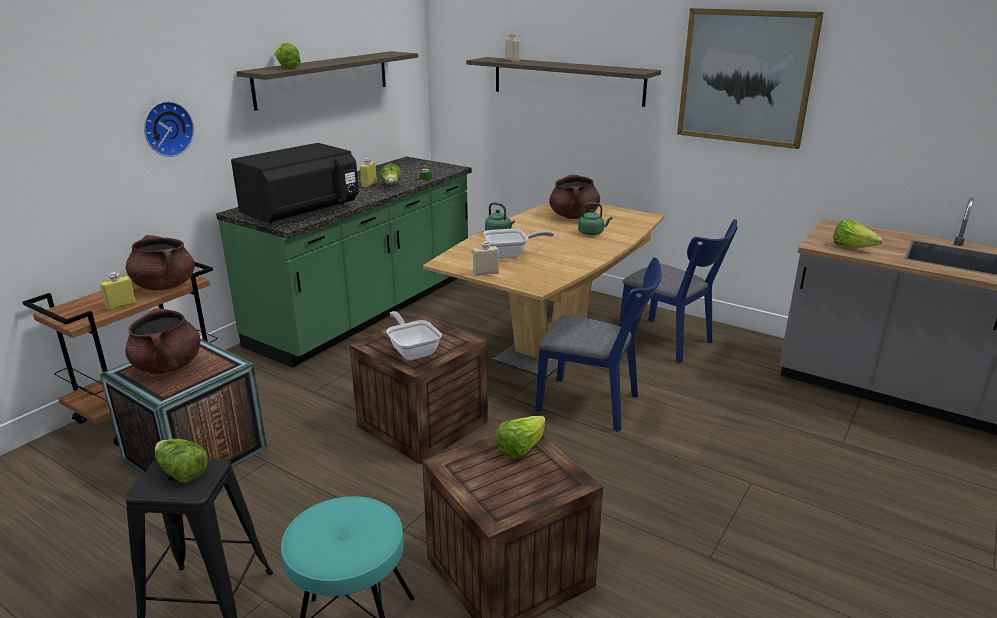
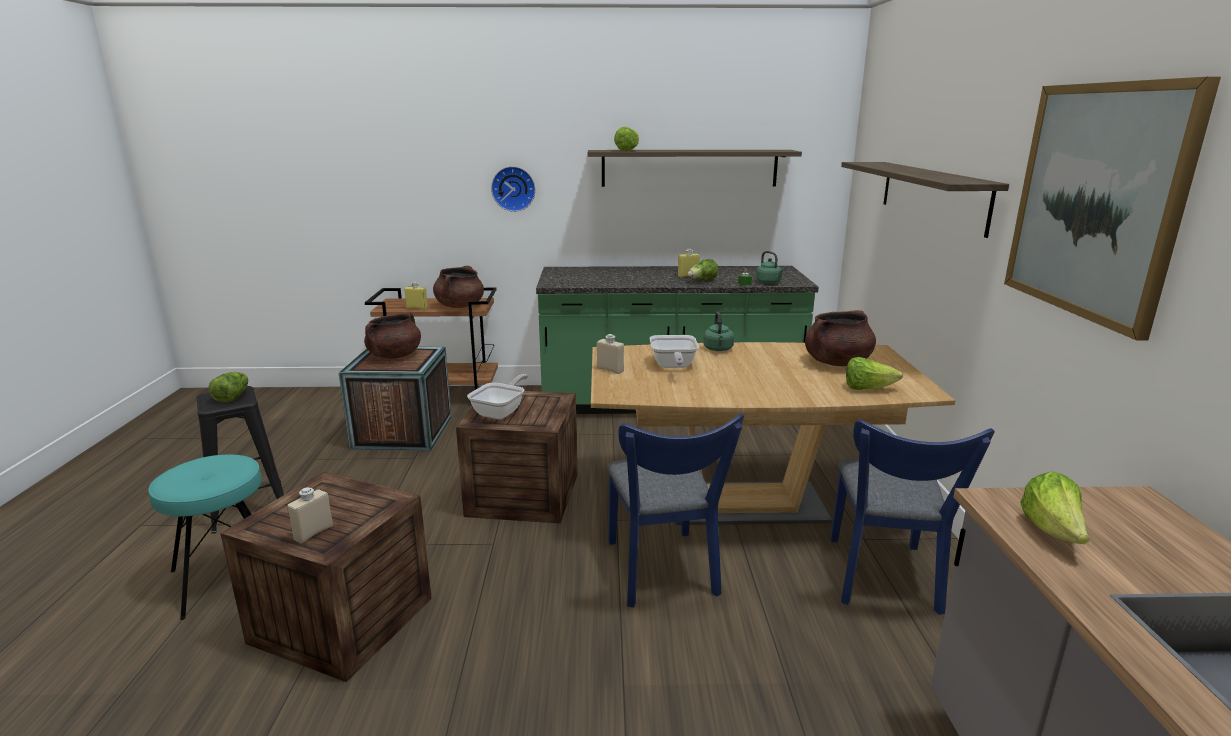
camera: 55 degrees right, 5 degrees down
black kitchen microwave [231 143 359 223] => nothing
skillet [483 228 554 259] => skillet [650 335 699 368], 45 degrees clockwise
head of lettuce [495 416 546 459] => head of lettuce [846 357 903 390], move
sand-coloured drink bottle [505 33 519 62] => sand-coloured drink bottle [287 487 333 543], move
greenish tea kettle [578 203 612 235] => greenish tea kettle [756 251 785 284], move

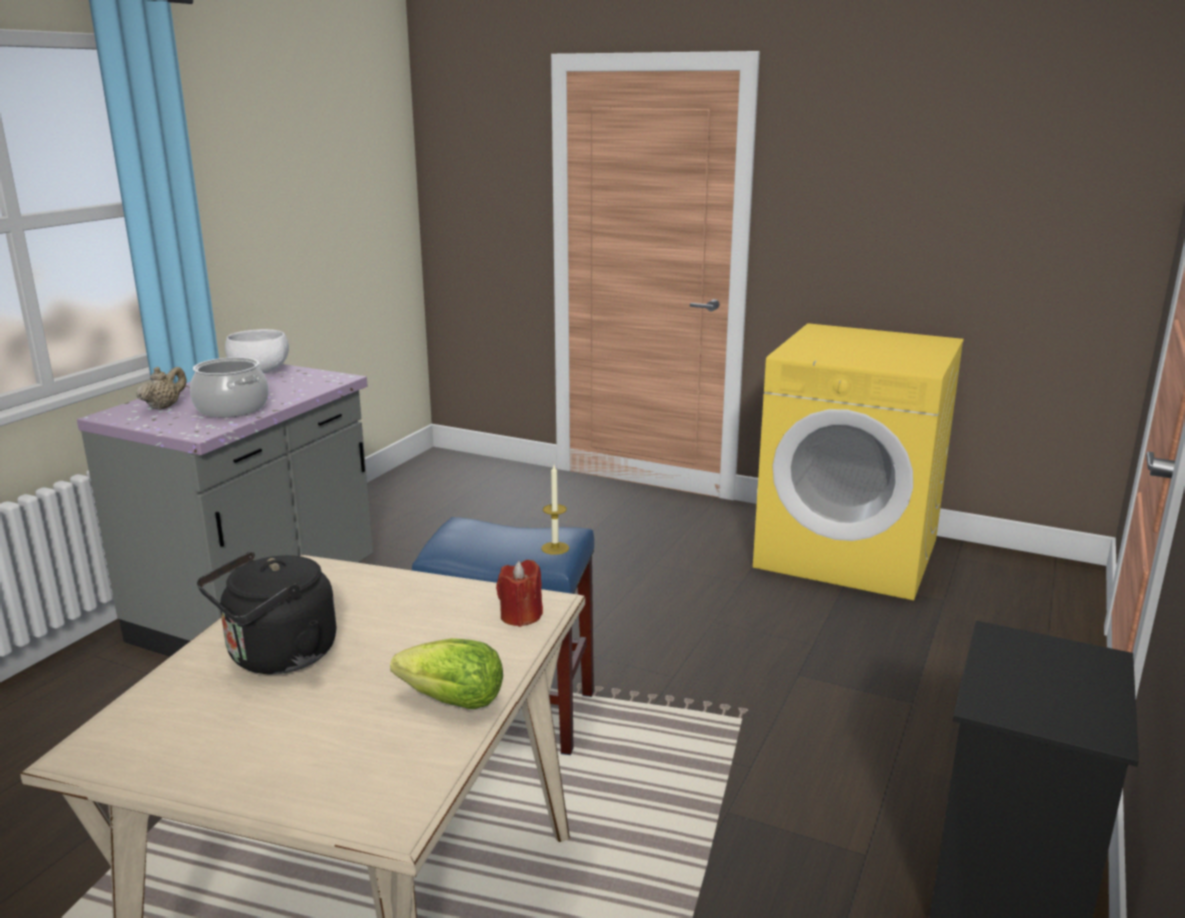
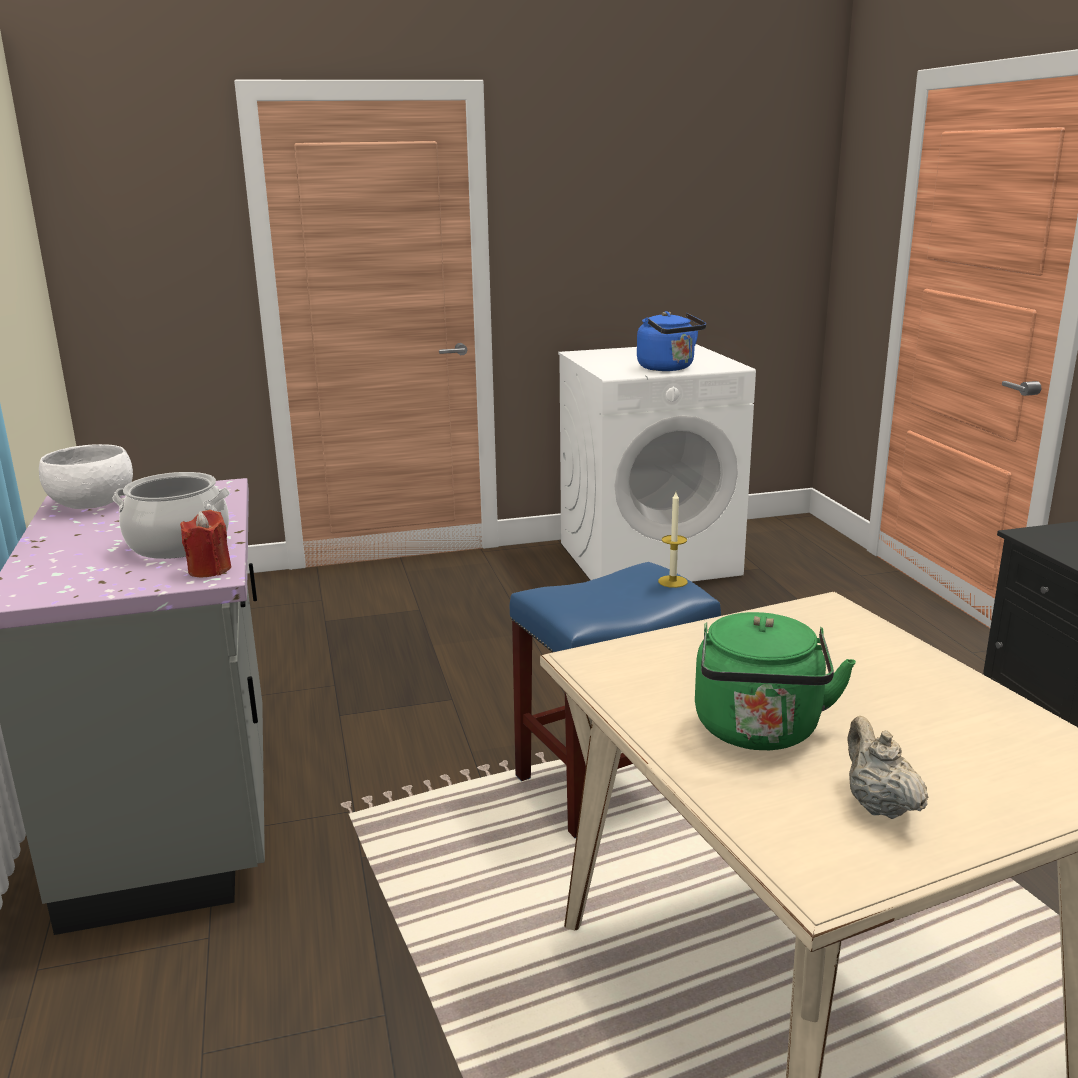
camera: 40 degrees left, 0 degrees up
sand-coloured pot for tea [137 367 187 410] => sand-coloured pot for tea [847 716 928 819], move
black tea kettle [197 551 336 674] => greenish tea kettle [695 612 856 750]
head of lettuce [390 638 503 709] => nothing
red wax light [496 560 543 627] => red wax light [180 510 231 577], move
yellowish laundry machine [753 323 964 600] => white-coloured laundry machine [558 344 756 582]
nothing => blue-coloured tea kettle [637 311 706 371]

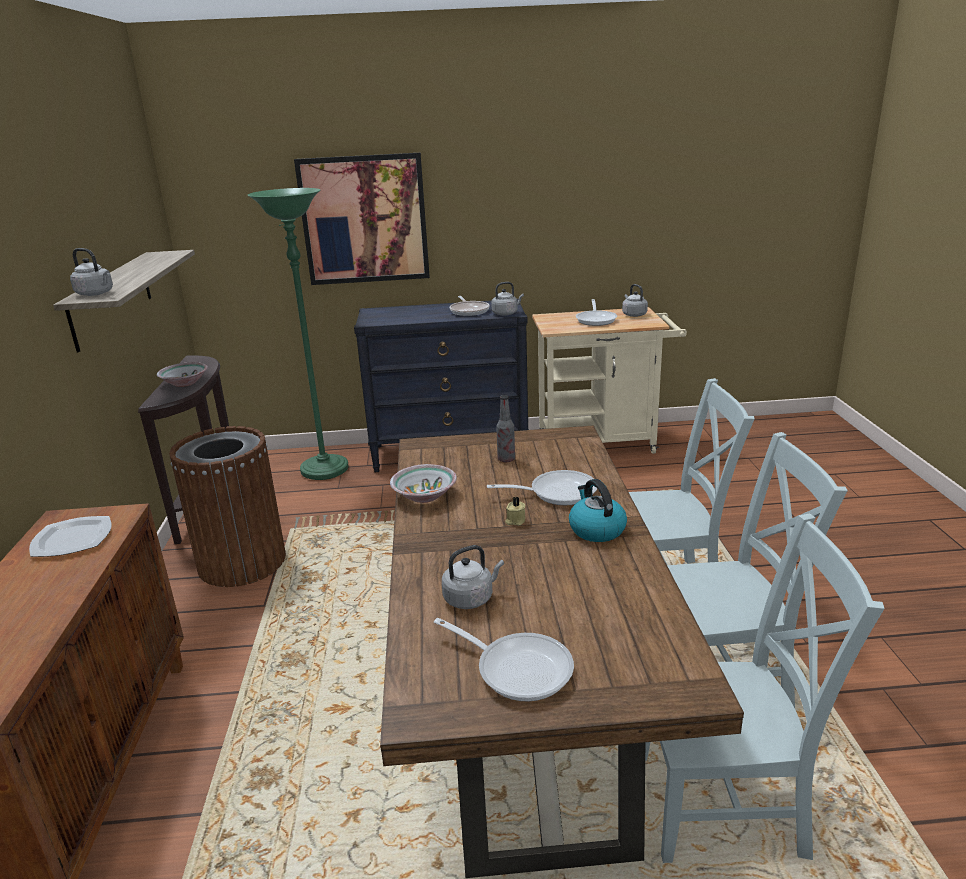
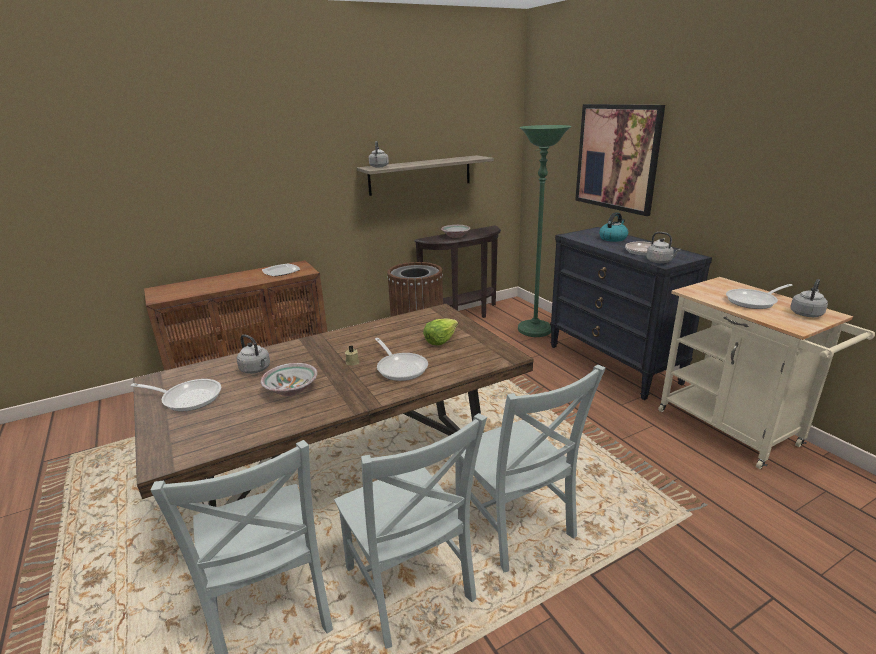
camera: 65 degrees right, 0 degrees up
serving bowl [390 464 457 503] => serving bowl [261 363 318 396], move
skillet [434 618 574 702] => skillet [131 379 221 411], 90 degrees counterclockwise
drink bottle [497 395 515 462] => head of lettuce [423 318 458 345]
tea kettle [569 479 627 542] => tea kettle [599 212 628 242], move

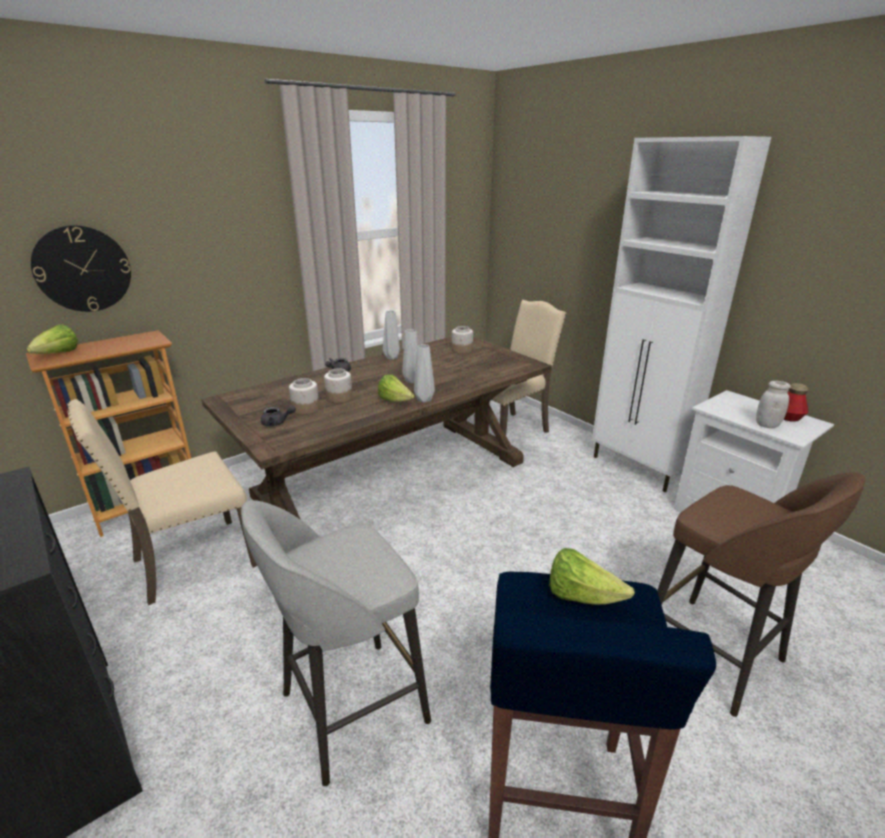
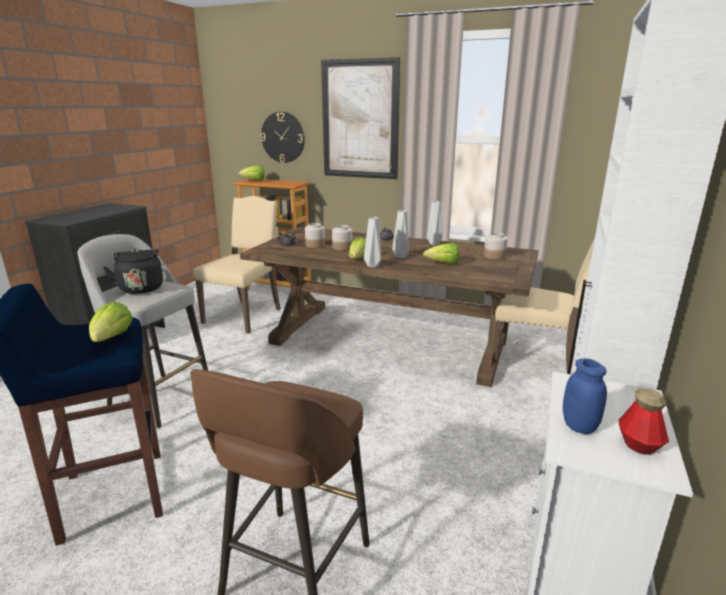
camera: 60 degrees right, 5 degrees down
sand-coloured upright chair [67 399 257 605] => sand-coloured upright chair [194 196 281 334], 90 degrees clockwise
white-coloured storage jar [756 381 791 428] => blue-coloured storage jar [563 358 607 434]
nothing => black tea kettle [103 249 163 294]
nothing => picture [321 57 401 179]
nothing => head of lettuce [423 243 460 264]

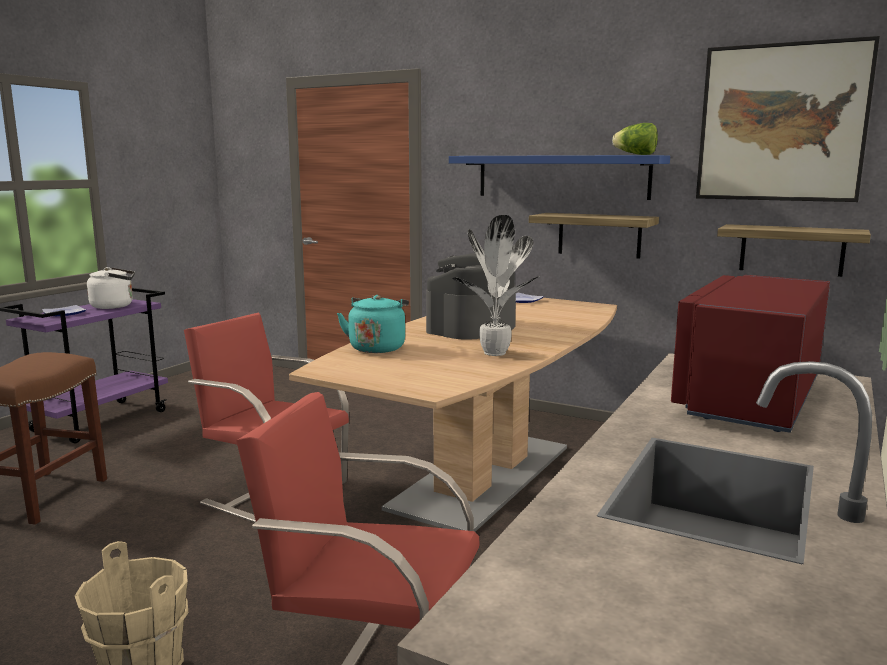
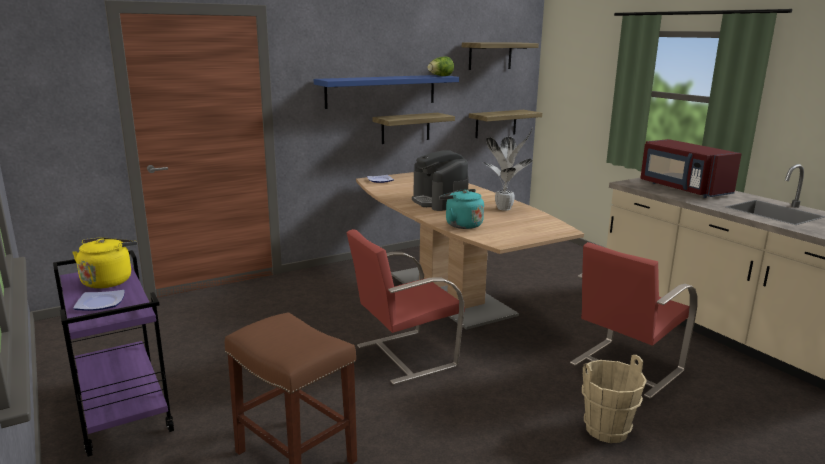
camera: 60 degrees left, 5 degrees up
white-coloured tea kettle [87 267 135 309] => yellowish tea kettle [72 237 137 289]
picture [696 36 880 202] => bracket shelf [462 43 539 70]

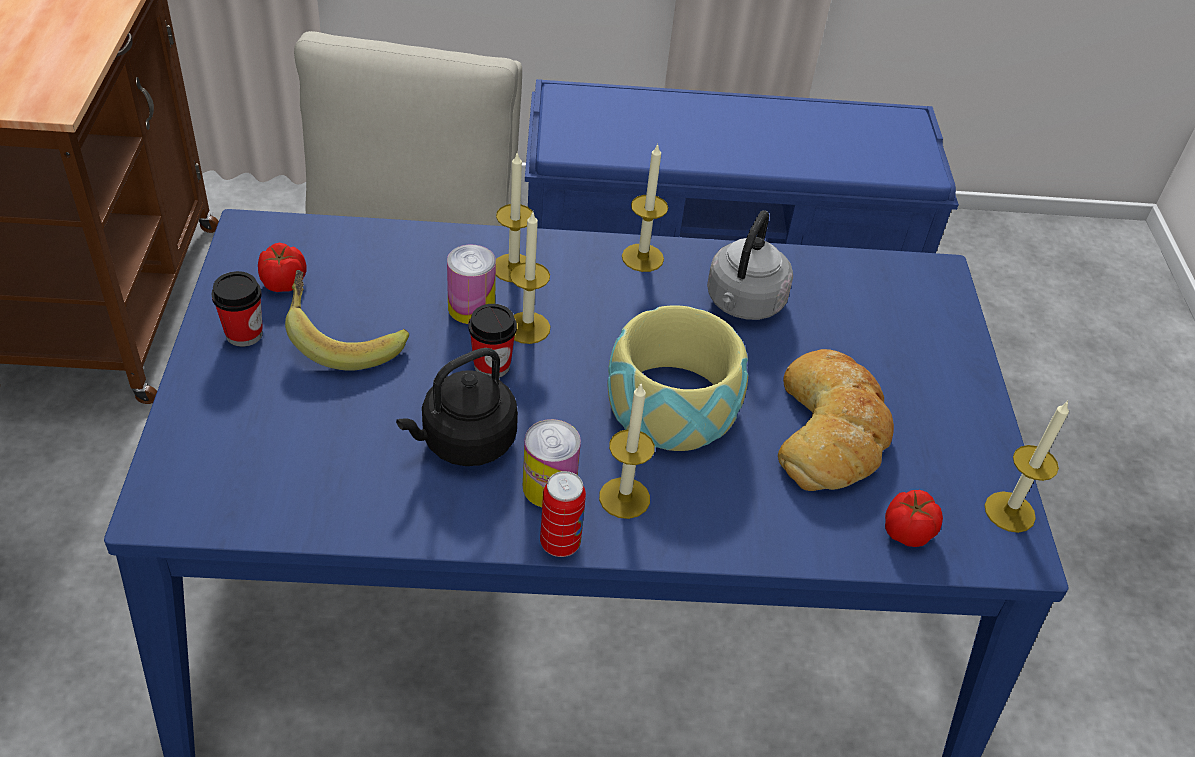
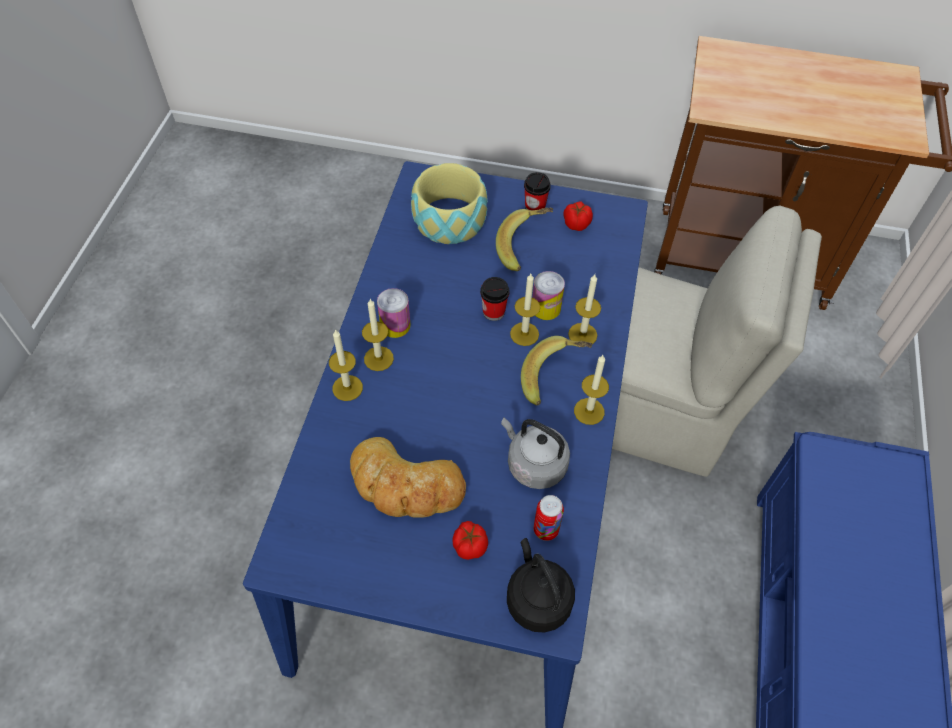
camera: 105 degrees right, 10 degrees up
black tea kettle [396 348 518 466] => black tea kettle [507 538 575 633], move
sealed can [540 471 586 557] => sealed can [533 495 564 541], move
serving bowl [608 305 748 451] => serving bowl [411 163 488 244], move
fresh tomato [885 490 943 547] => fresh tomato [453 521 488 560], move
wax light [985 400 1069 533] => wax light [329 329 363 401], move
nothing => whole banana [521 336 592 405]

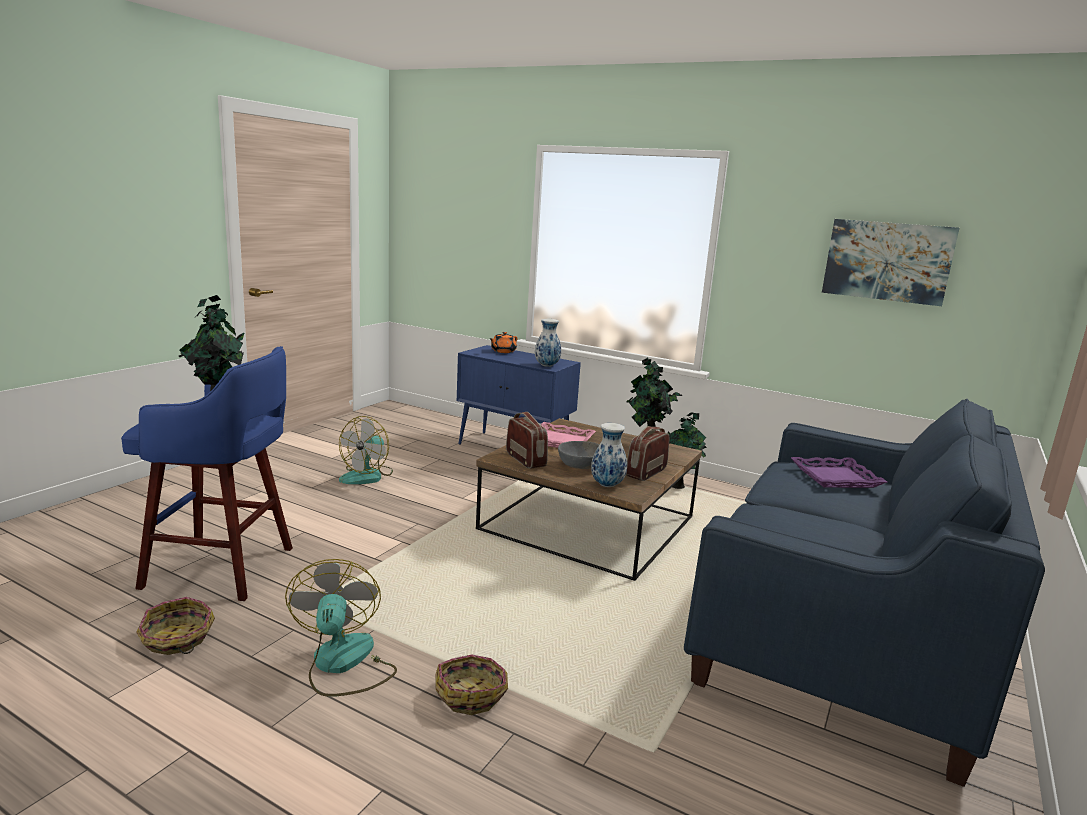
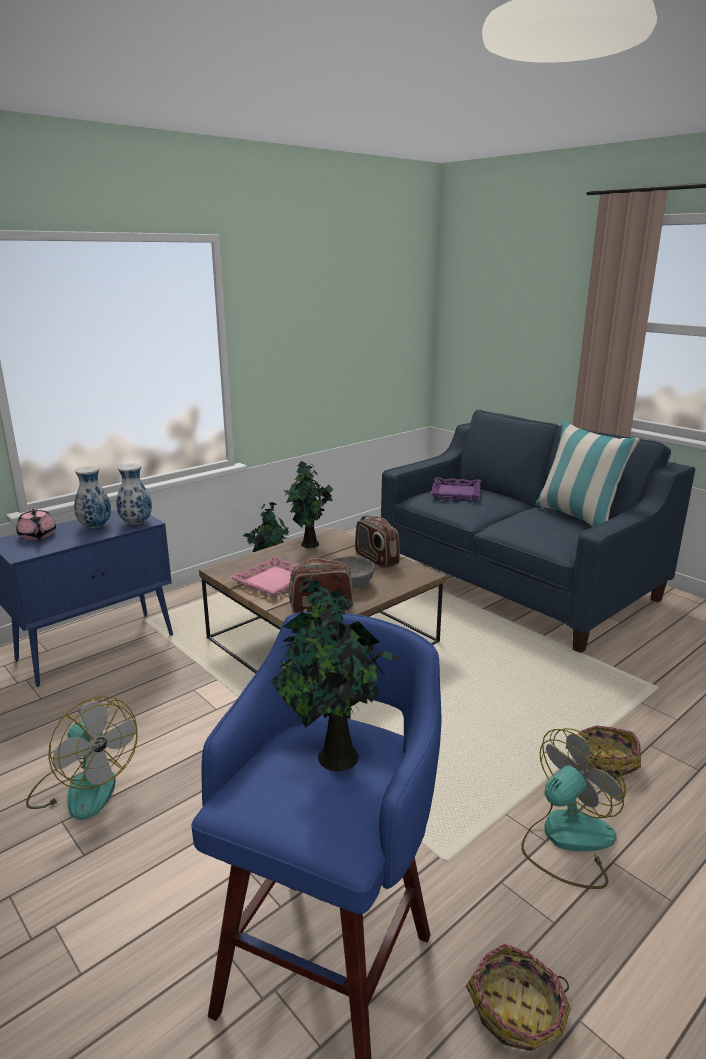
camera: 70 degrees left, 5 degrees up
electric fan [285 559 397 697] => electric fan [521 728 626 889], 135 degrees clockwise
orangey pot for tea [489 332 517 353] => pink pot for tea [16 508 56 540]
flower vase [591 423 627 487] => flower vase [74 466 111 528], move
picture [822 219 959 306] => nothing
nothing => pillow [535 421 640 527]

